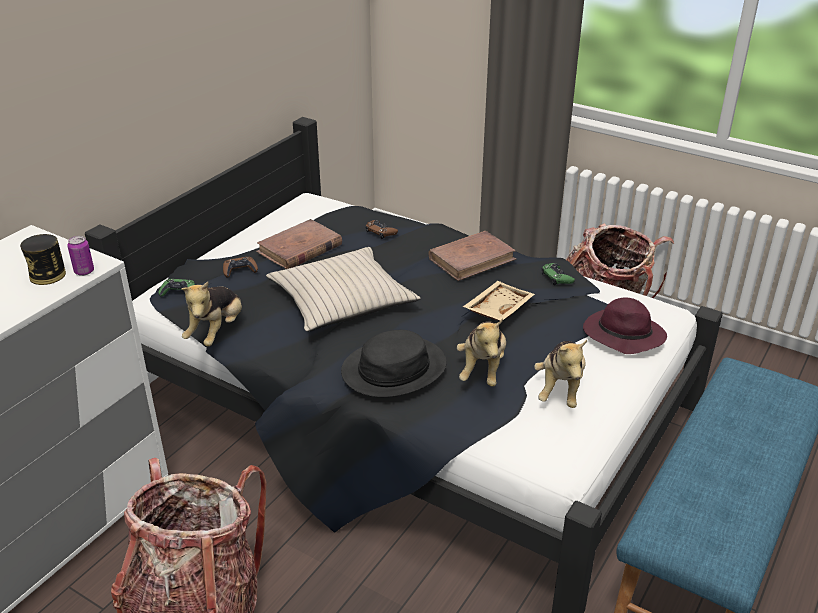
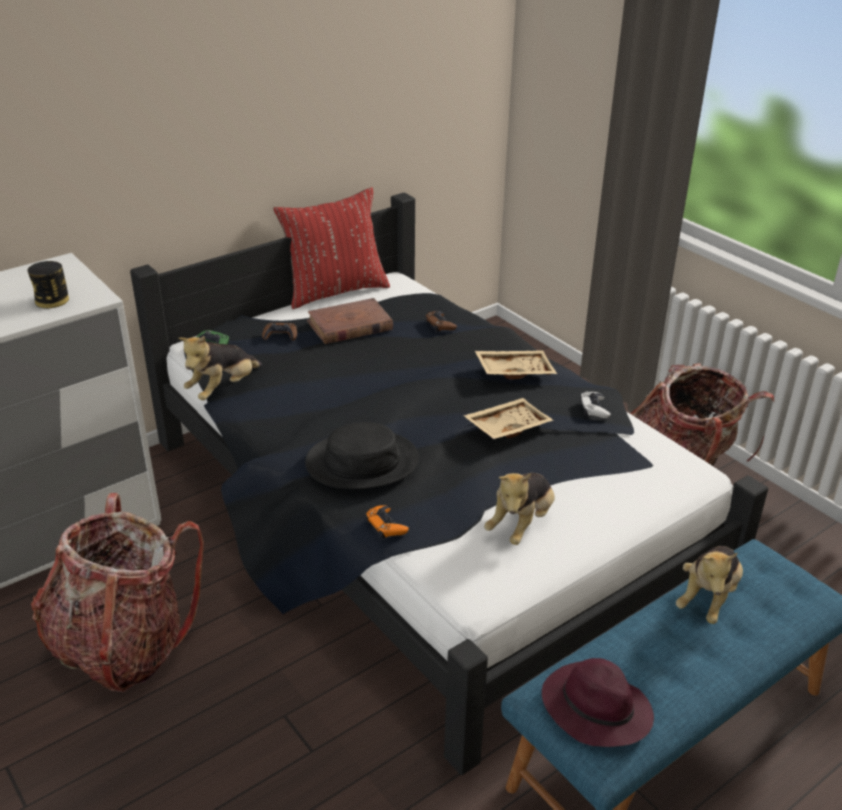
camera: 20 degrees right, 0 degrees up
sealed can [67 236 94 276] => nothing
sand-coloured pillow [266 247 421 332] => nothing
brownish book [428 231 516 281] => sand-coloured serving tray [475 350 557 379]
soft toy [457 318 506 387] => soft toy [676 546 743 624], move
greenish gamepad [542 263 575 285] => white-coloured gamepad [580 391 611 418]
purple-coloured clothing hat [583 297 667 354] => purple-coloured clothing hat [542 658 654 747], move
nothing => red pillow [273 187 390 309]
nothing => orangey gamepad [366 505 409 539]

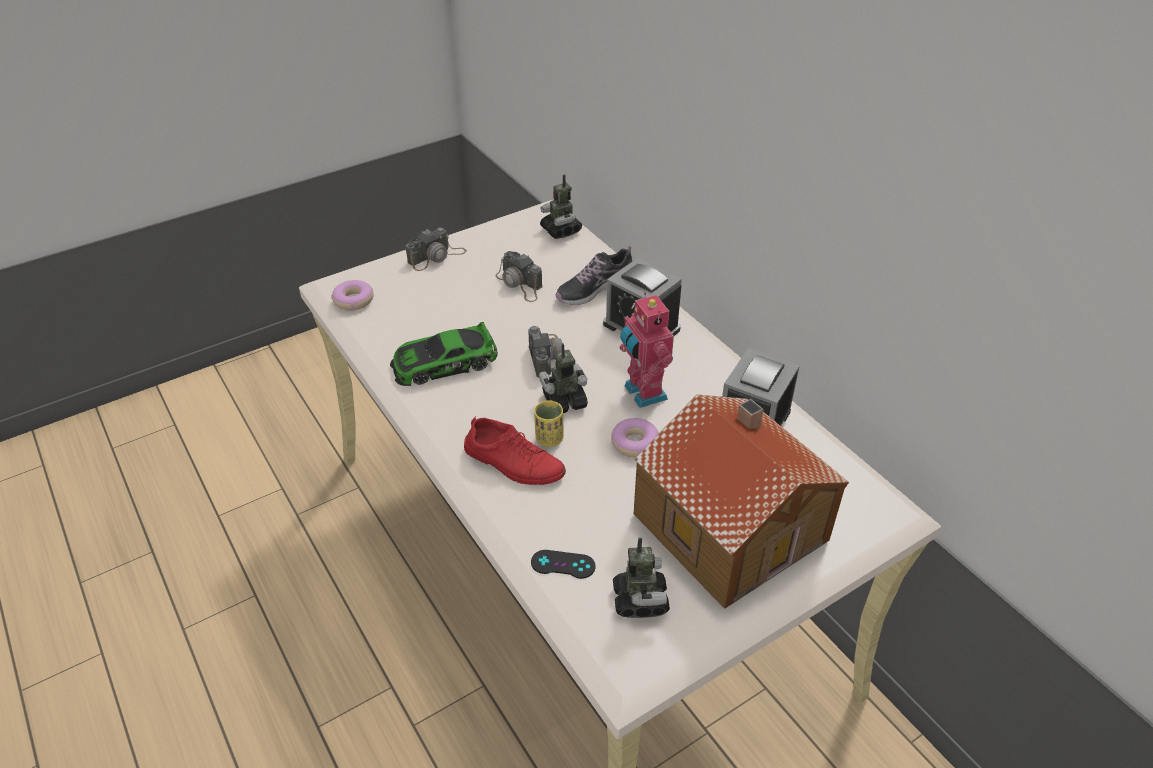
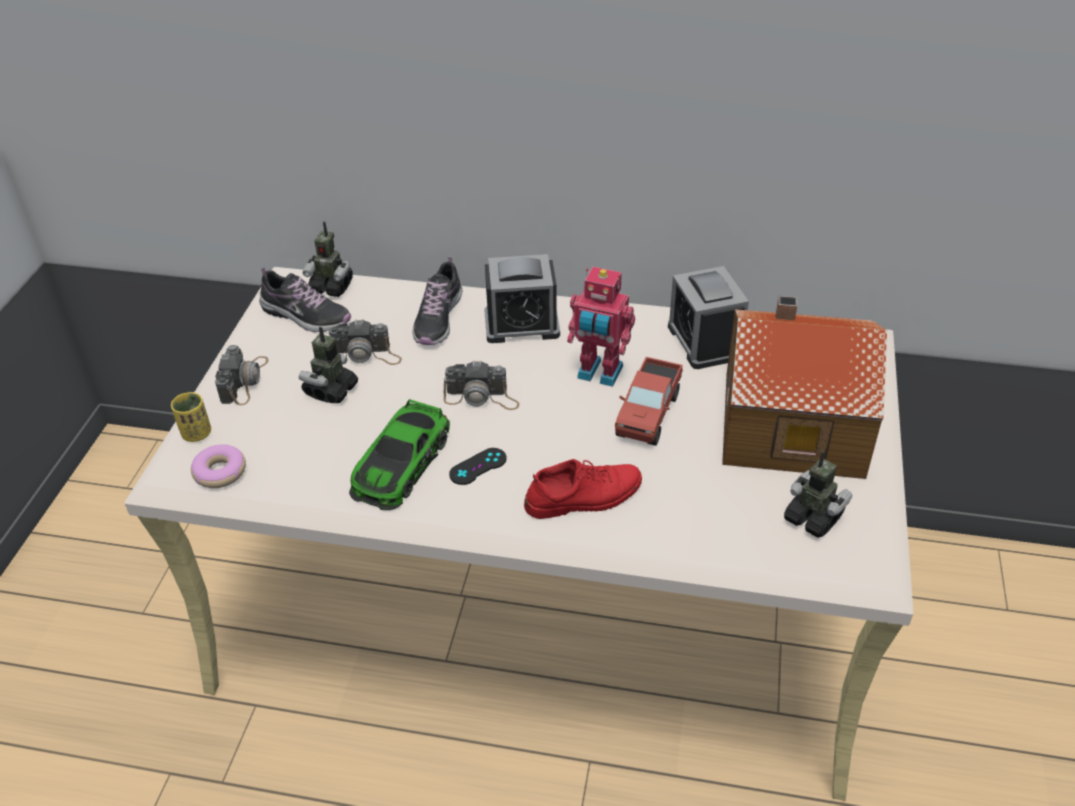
camera: 45 degrees left, 0 degrees up
still camera [528 326 562 378] => still camera [444 360 519 410], 150 degrees clockwise
black gamepad [531 550 595 579] => black gamepad [449 448 507 485], move
yellowish drinking cup [534 400 563 447] => yellowish drinking cup [171 392 211 442], move
toy robot [539 343 588 413] => toy robot [299 327 358 403], move
donut [611 418 659 458] => toy truck [615 357 683 446]
nothing => shoe [259 267 351 332]

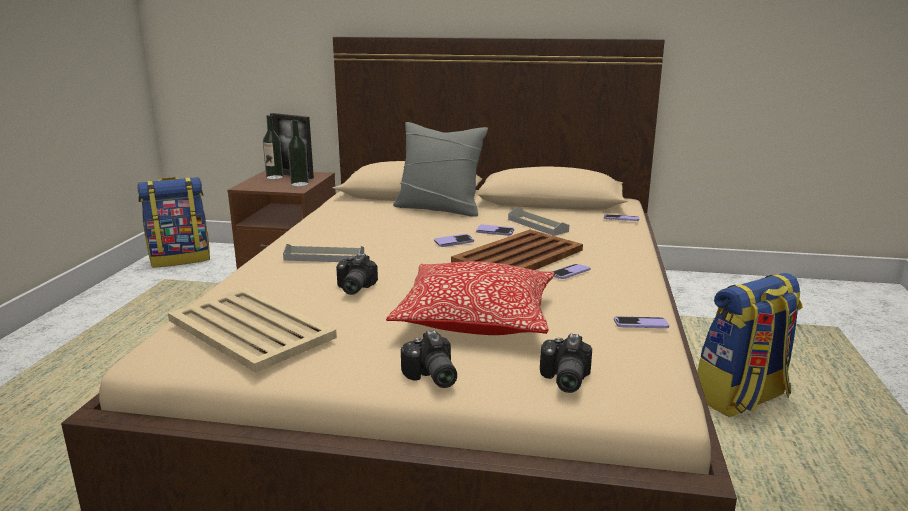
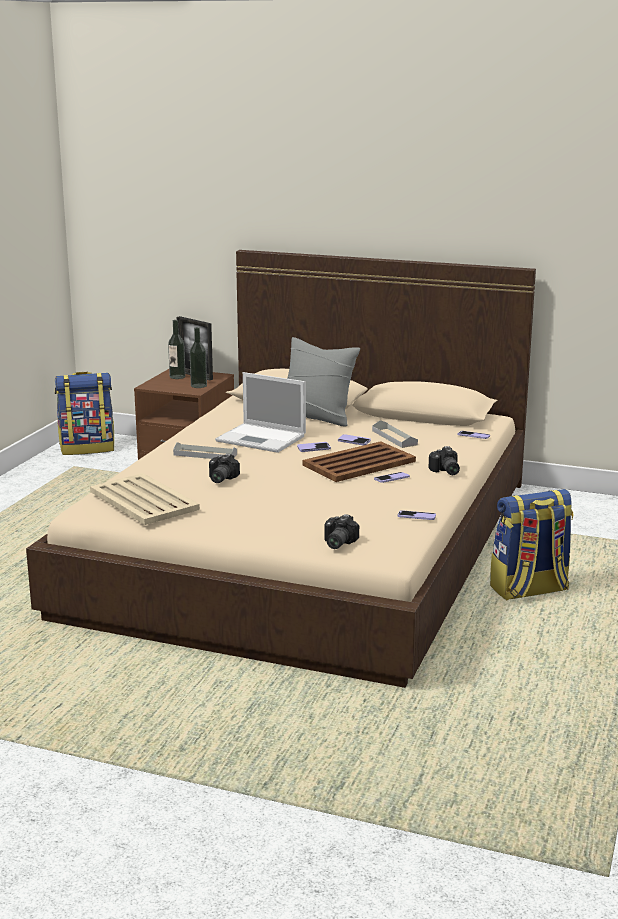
camera: 10 degrees right, 0 degrees up
pillow [386 261 555 335] => nothing
still camera [401 330 457 388] => still camera [428 446 460 475], move
nothing => notebook computer [215 372 306 453]

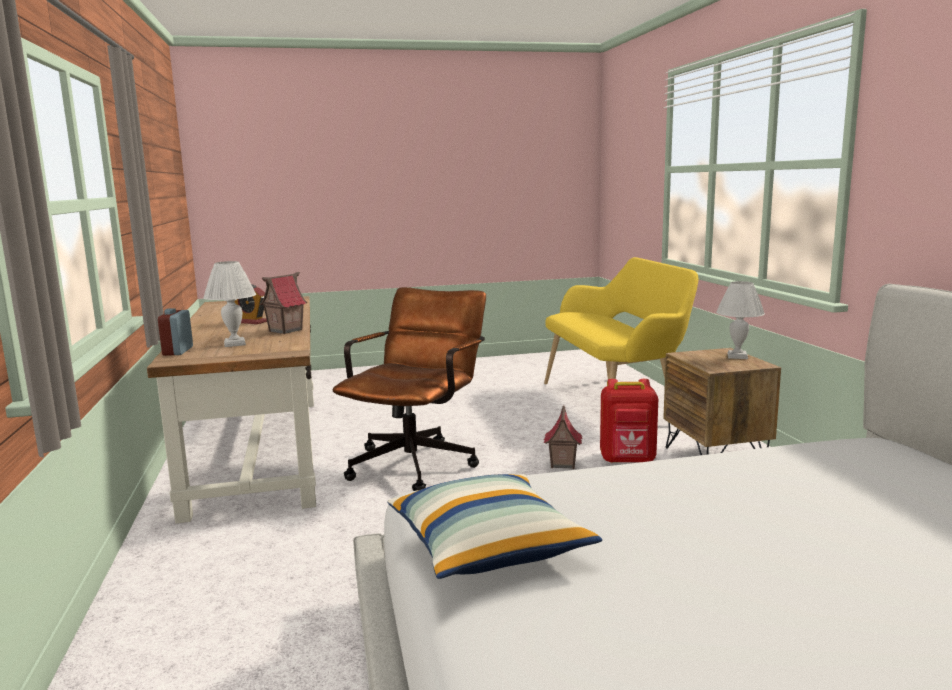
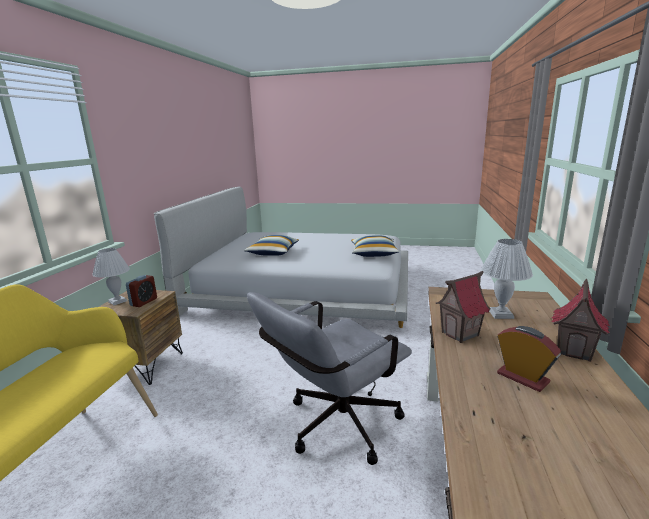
camera: 155 degrees left, 5 degrees up
table clock [158 308 193 356] => table clock [126 275 157 307], move
brownish computer chair [332 287 486 491] => greyish computer chair [247 292 412 465]
toy house [544 405 583 469] => toy house [551 279 610 362], move
red backpack [600 379 658 463] => nothing
nothing => pillow [244 235 299 256]

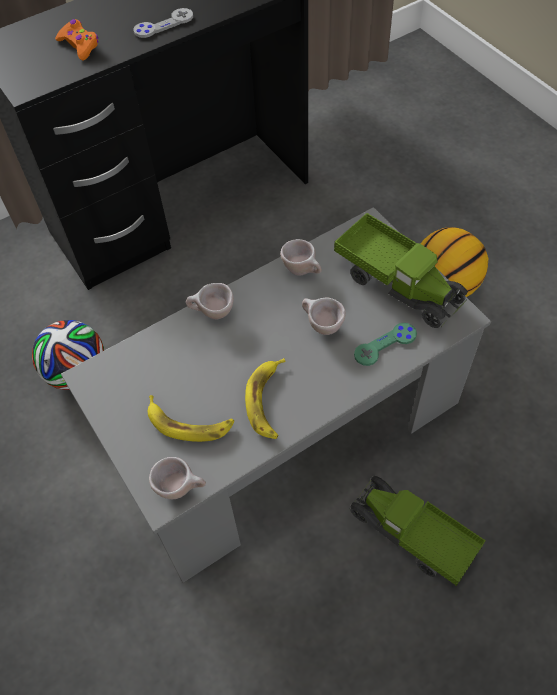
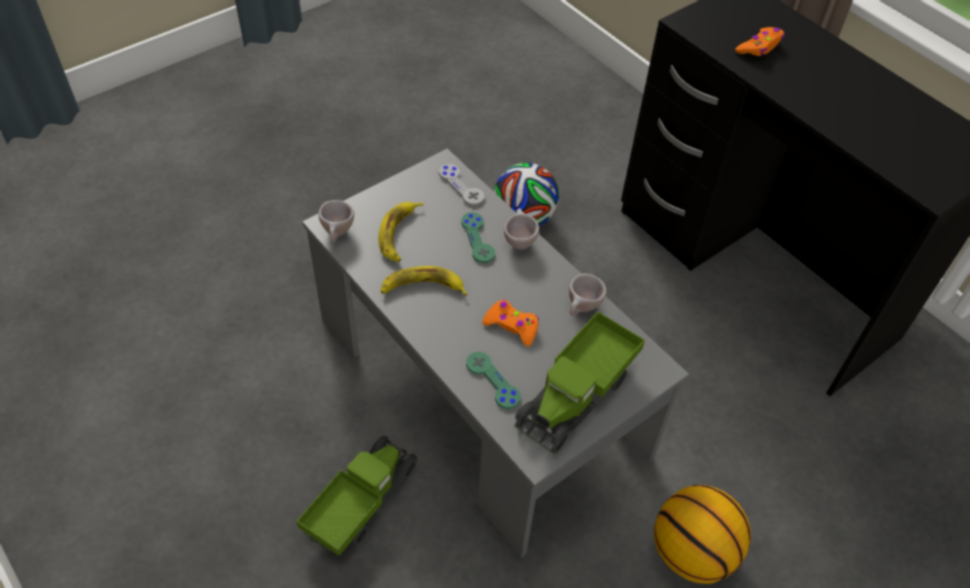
camera: 80 degrees right, 5 degrees down
greyish gamepad [134 8 193 38] => greyish gamepad [439 164 484 206], move
sand-coloured drinking cup [302 298 346 335] => orangey gamepad [482 299 539 347]
nothing => greenish gamepad [462 212 495 263]

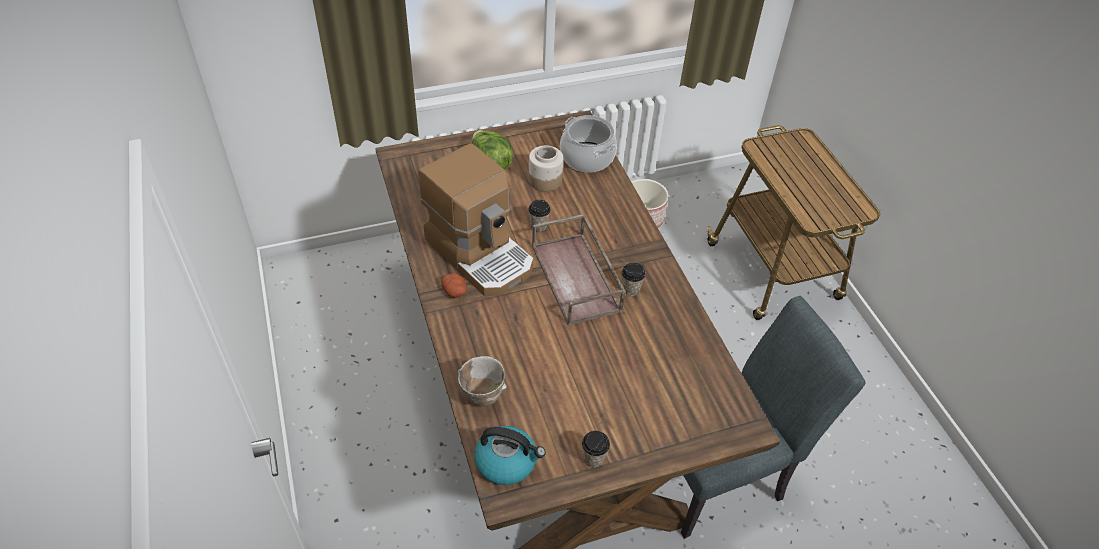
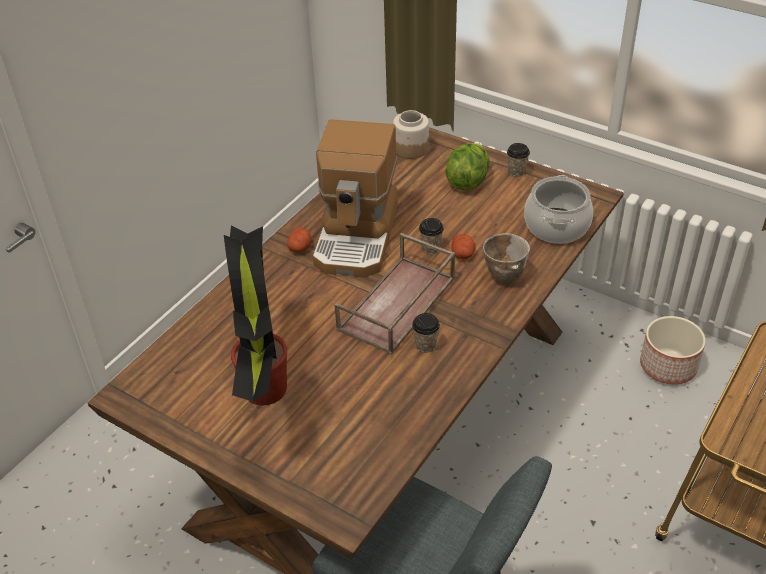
camera: 55 degrees right, 5 degrees down
serving bowl [457 356 507 406] => serving bowl [483 233 530 284], move
tea kettle [474 426 546 485] => nothing
storage jar [528 145 563 192] => storage jar [393 110 429 159], move
drinking cup [582 431 610 468] => drinking cup [507 143 530 177], move
nothing => potted plant [224 225 287 405]
nothing => whole potato [451 234 476 259]

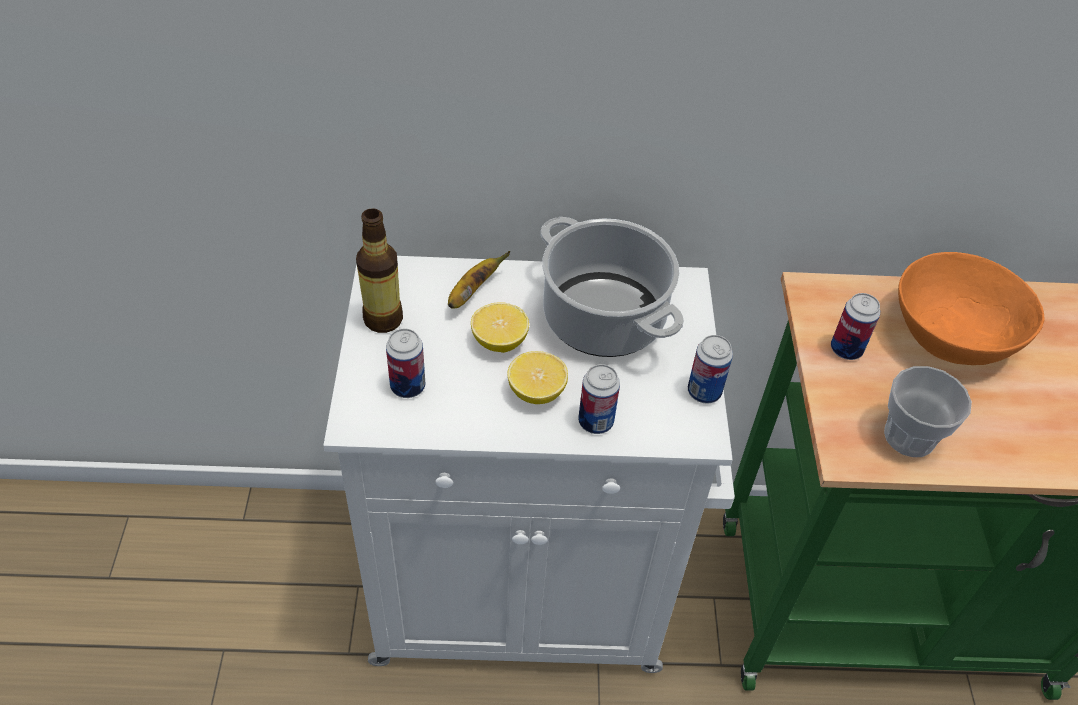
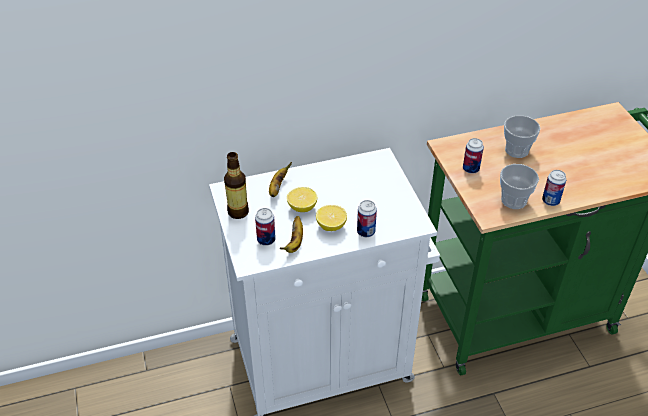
camera: 15 degrees left, 5 degrees down
saucepot [541 217 684 357] => nothing
sealed can [688 335 733 404] => sealed can [542 170 566 206], move
orangey serving bowl [898 252 1045 365] => drinking cup [504 115 541 158]
nothing => whole banana [280 216 303 253]

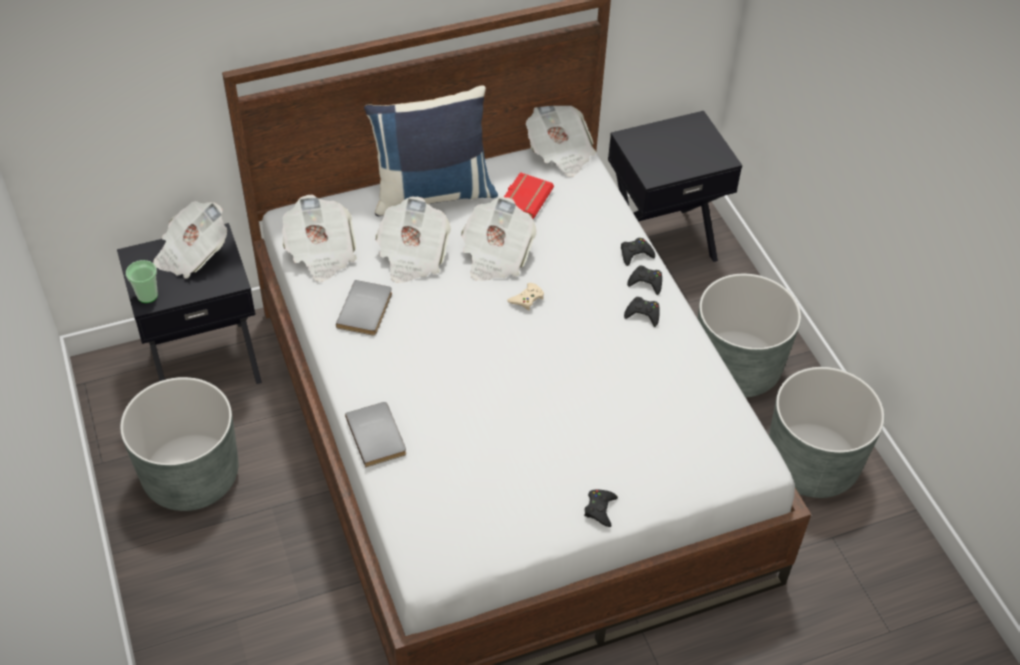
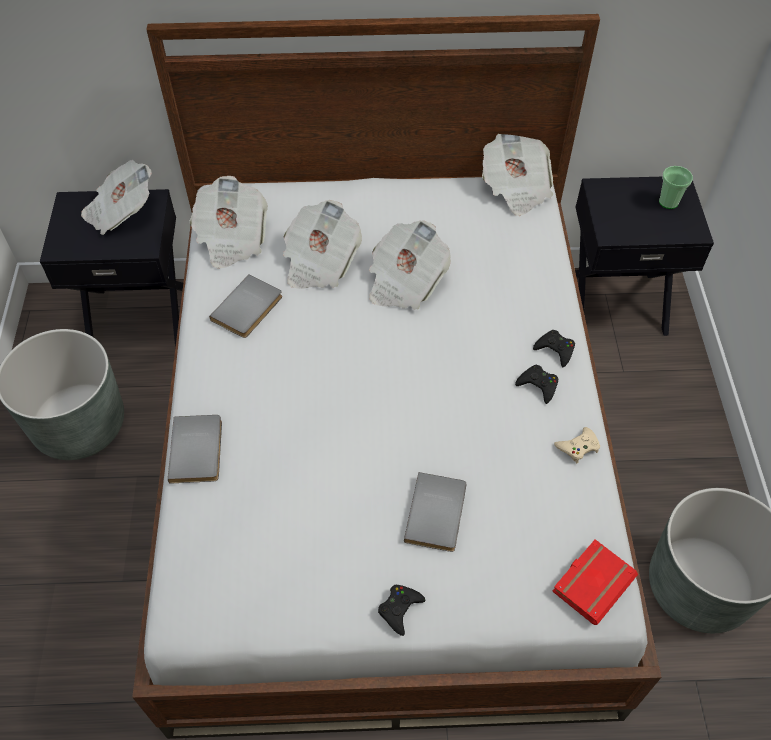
camera: 20 degrees right, 5 degrees up
drinking cup [126 260 158 303] => drinking cup [659 166 693 209], move
blue-coloured pillow [364 85 498 216] => nothing
red book [504 172 554 219] => red book [552 539 638 625], move
sand-coloured gamepad [507 283 544 310] => sand-coloured gamepad [554 427 600 463], move
black gamepad [621 238 655 266] => nothing
greyish plant pot [697 274 801 398] => nothing
nothing => greyish book [404 472 466 552]

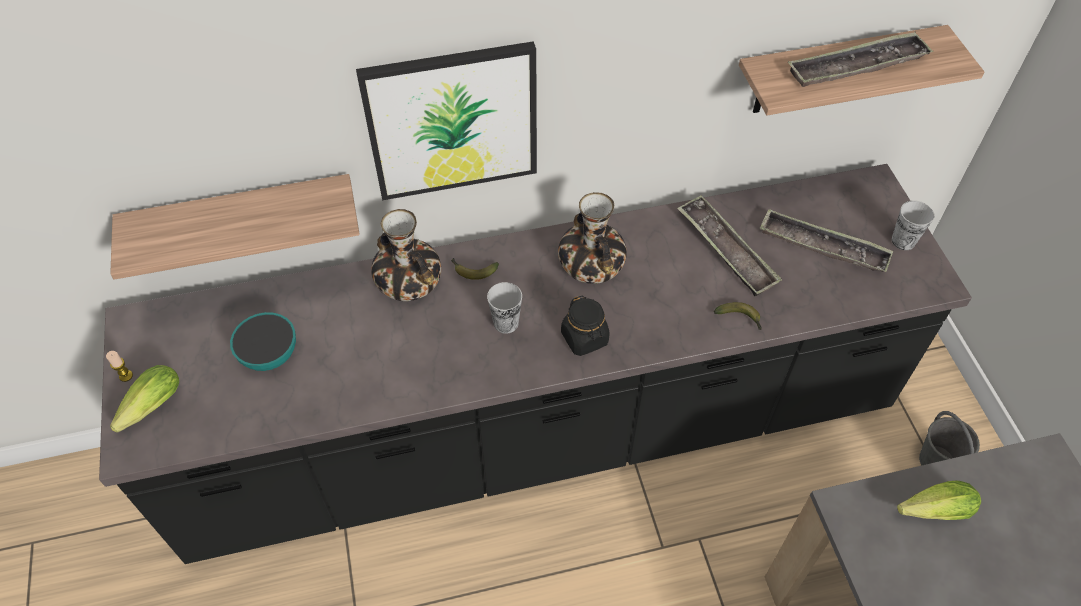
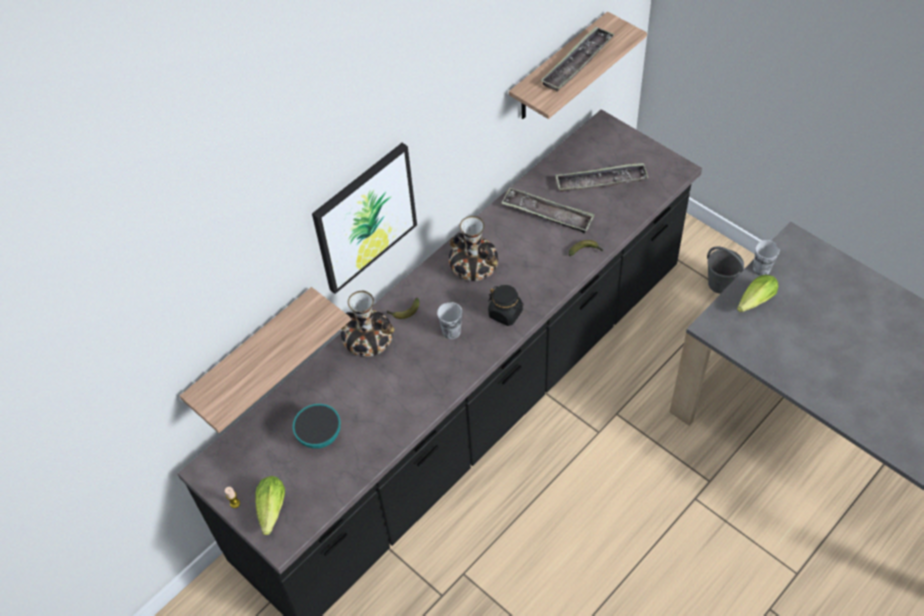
camera: 30 degrees left, 0 degrees up
drinking cup [892 200 934 250] => drinking cup [753 240 780 276], move

